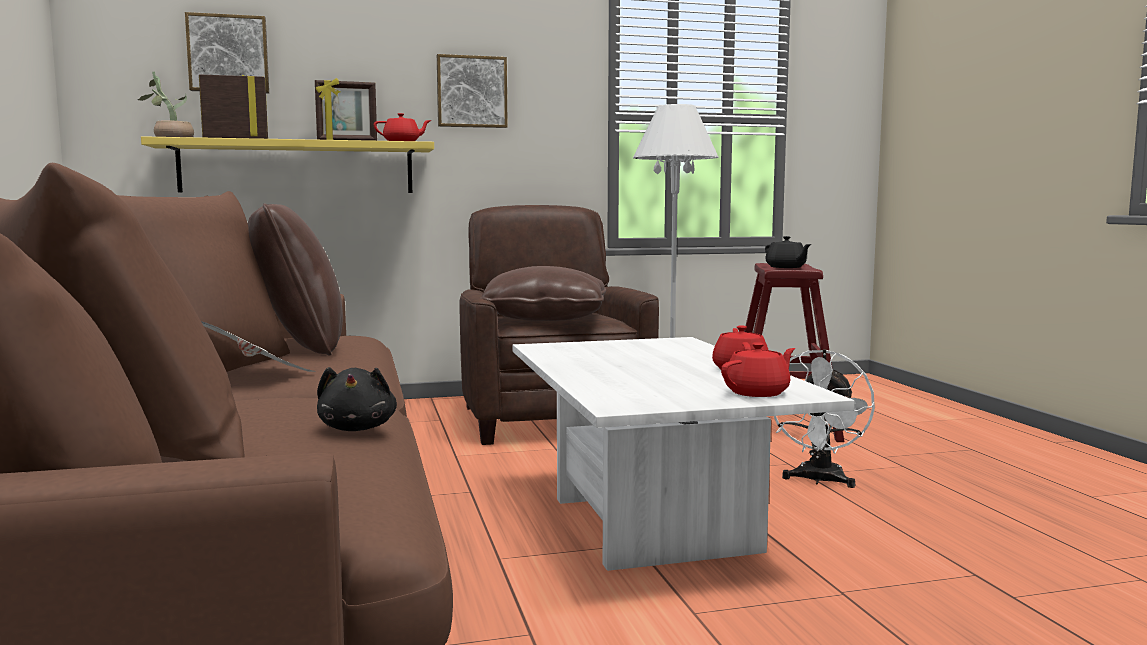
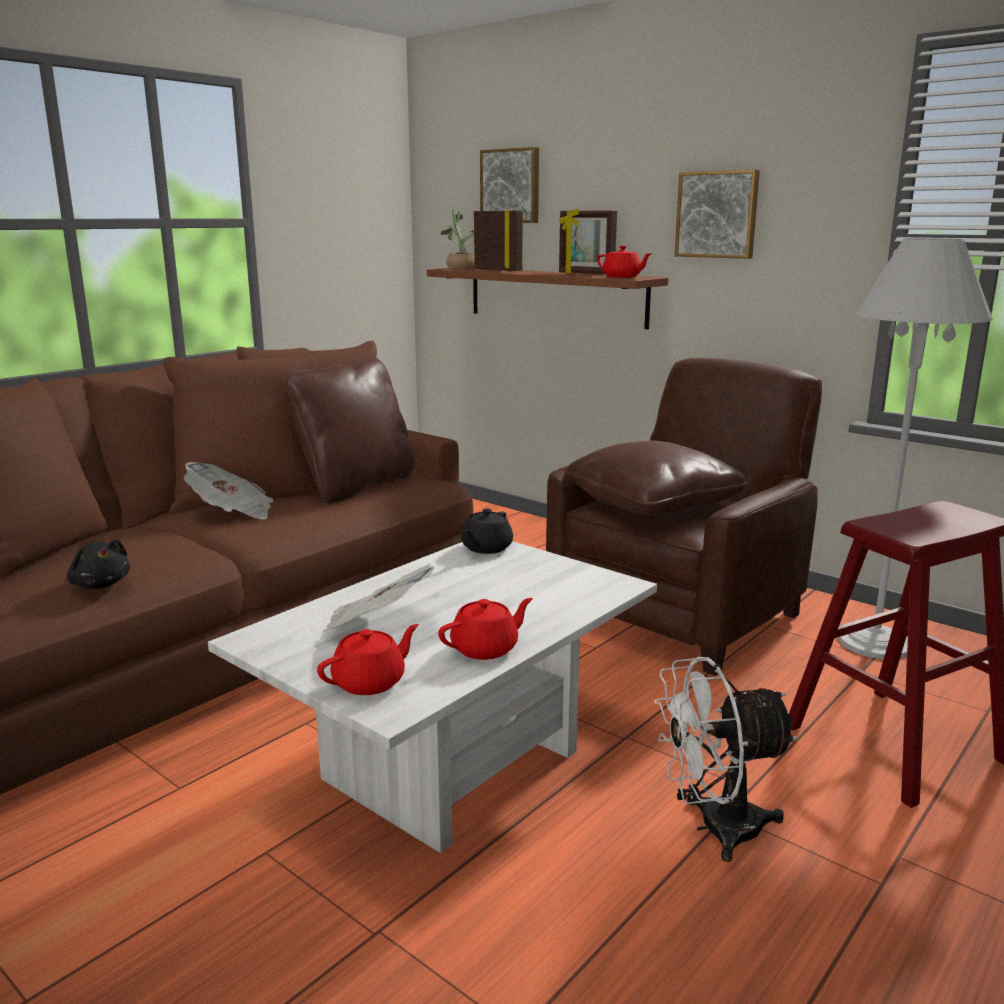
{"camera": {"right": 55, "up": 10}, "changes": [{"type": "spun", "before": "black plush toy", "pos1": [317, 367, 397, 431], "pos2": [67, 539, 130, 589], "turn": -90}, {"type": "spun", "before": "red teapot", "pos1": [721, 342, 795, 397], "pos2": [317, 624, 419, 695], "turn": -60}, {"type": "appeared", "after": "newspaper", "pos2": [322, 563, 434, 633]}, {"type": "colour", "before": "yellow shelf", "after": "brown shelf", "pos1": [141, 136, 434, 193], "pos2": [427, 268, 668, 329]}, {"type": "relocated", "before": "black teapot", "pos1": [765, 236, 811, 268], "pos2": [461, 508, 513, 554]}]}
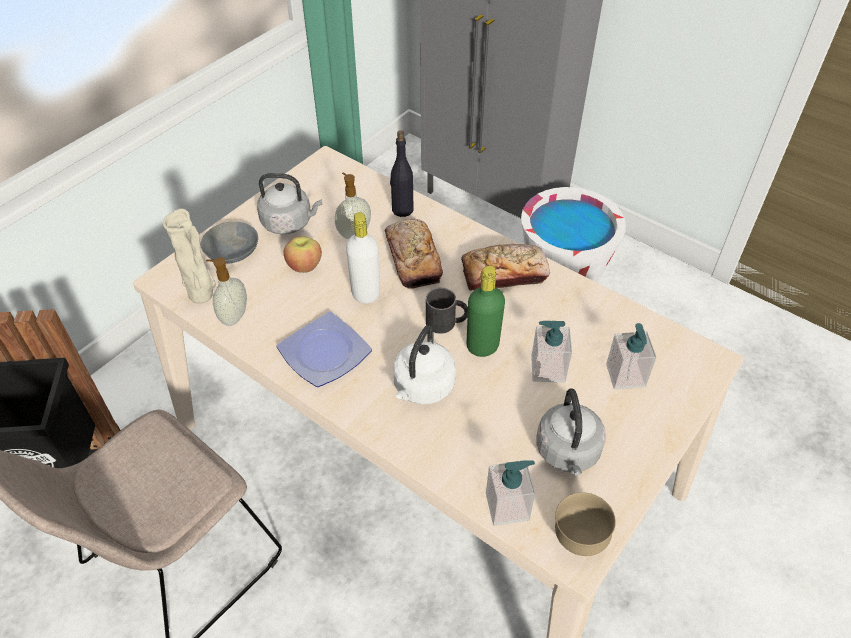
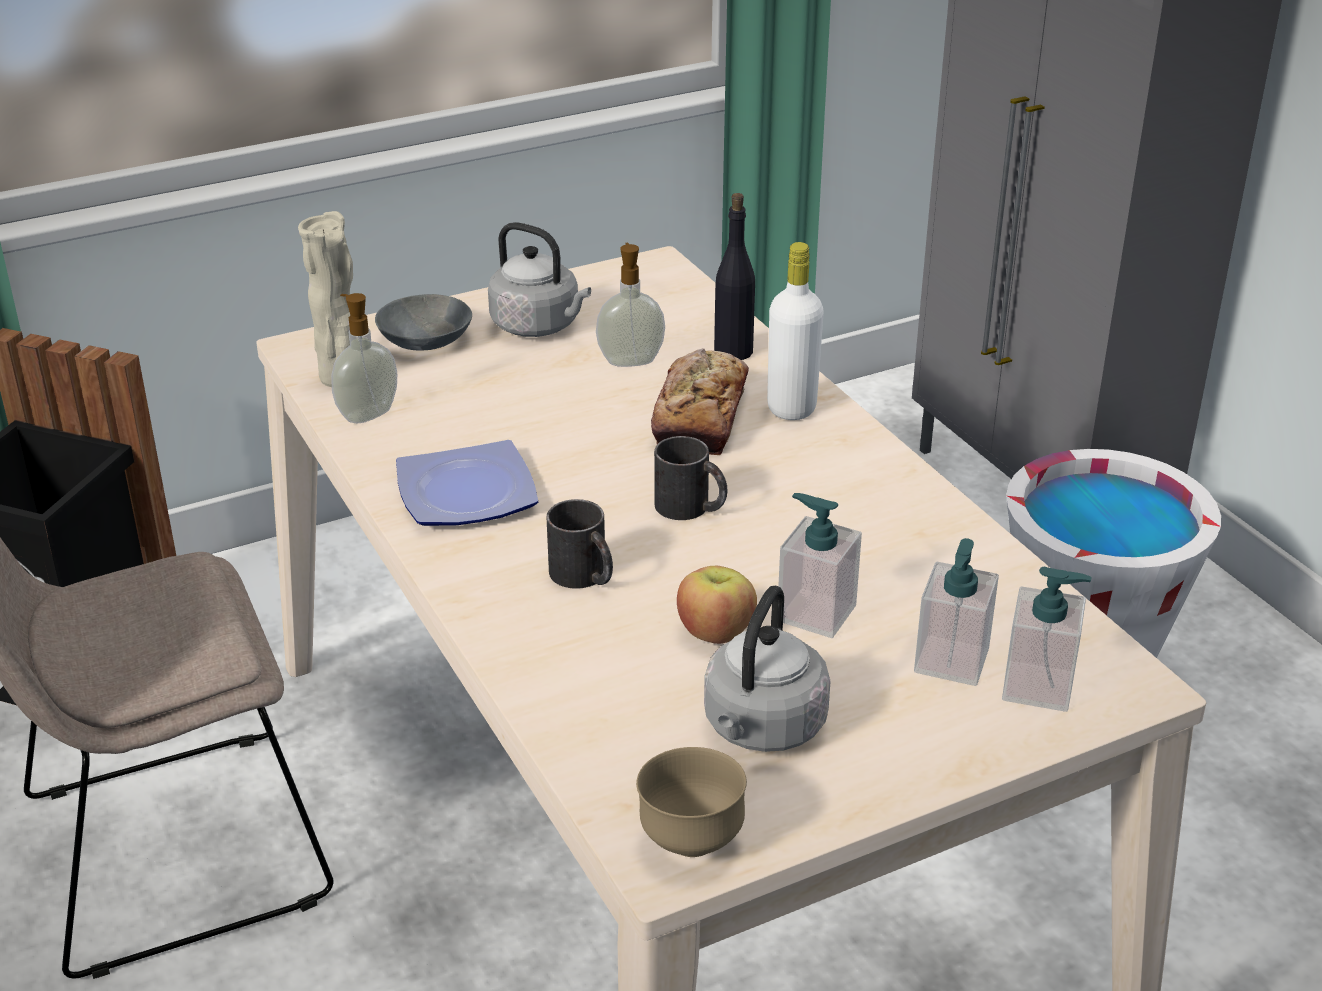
{"camera": {"right": 25, "up": -15}, "changes": [{"type": "exchanged", "before": "white kettle", "after": "black mug", "pos1": [393, 325, 456, 404], "pos2": [546, 499, 613, 589]}, {"type": "relocated", "before": "apple", "pos1": [284, 236, 322, 273], "pos2": [677, 566, 757, 644]}, {"type": "relocated", "before": "white bottle", "pos1": [346, 212, 380, 304], "pos2": [767, 242, 824, 420]}, {"type": "relocated", "before": "soap dispenser", "pos1": [486, 460, 535, 526], "pos2": [1002, 567, 1092, 712]}, {"type": "missing", "before": "bread", "pos1": [461, 244, 550, 291]}, {"type": "missing", "before": "green bottle", "pos1": [466, 266, 505, 357]}]}
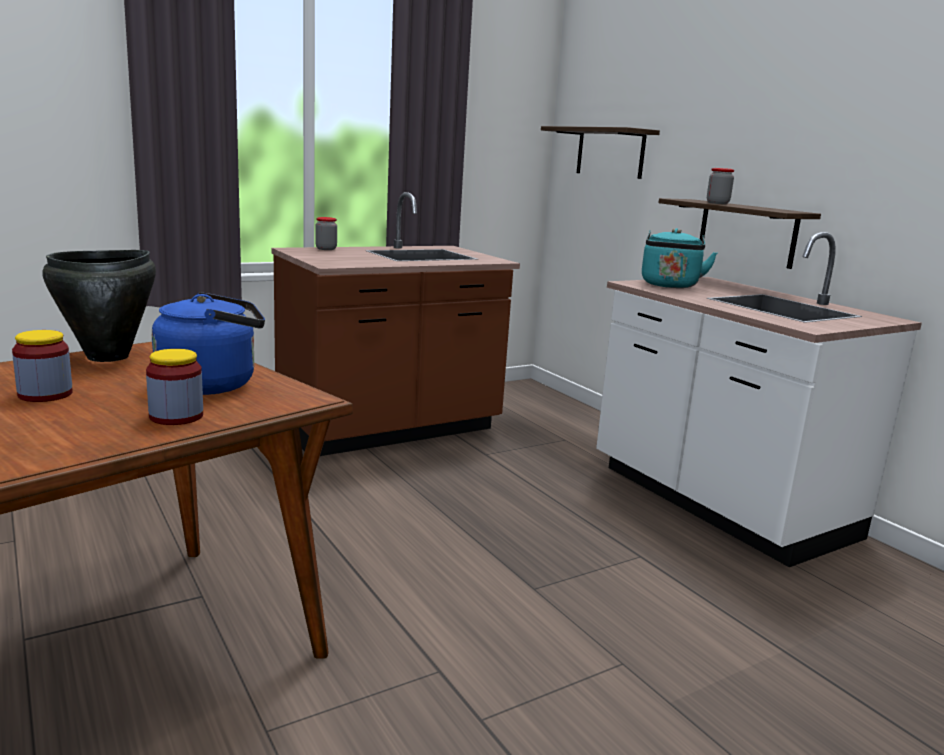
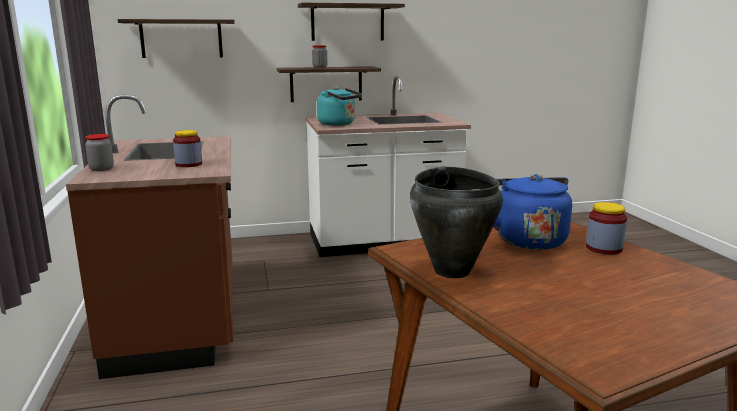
{"camera": {"right": -70, "up": 0}, "changes": [{"type": "relocated", "before": "jar", "pos1": [12, 330, 73, 402], "pos2": [173, 130, 202, 167]}, {"type": "appeared", "after": "shelf", "pos2": [298, 3, 405, 41]}]}
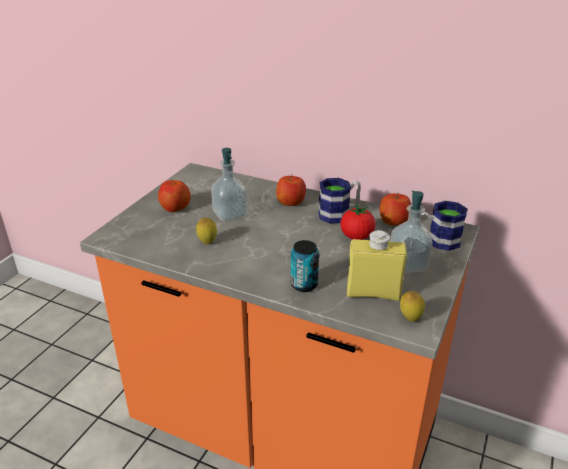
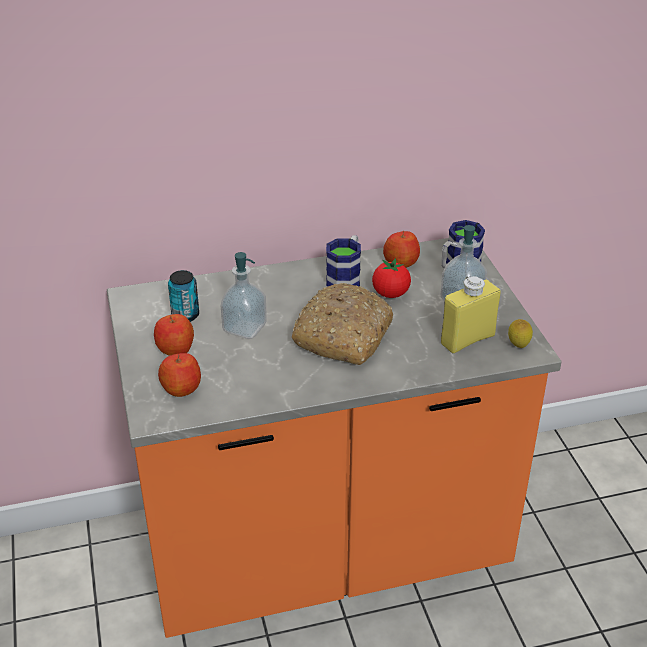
{"camera": {"right": -40, "up": 5}, "changes": [{"type": "relocated", "before": "apple", "pos1": [276, 176, 306, 206], "pos2": [158, 353, 201, 397]}, {"type": "relocated", "before": "can", "pos1": [291, 240, 319, 292], "pos2": [168, 270, 199, 322]}, {"type": "appeared", "after": "bread", "pos2": [292, 283, 393, 365]}, {"type": "missing", "before": "lemon", "pos1": [196, 217, 217, 245]}]}
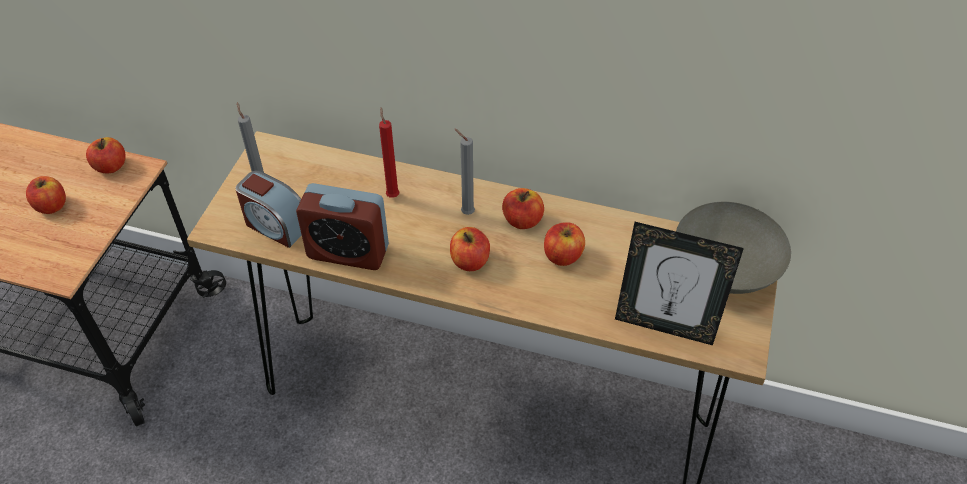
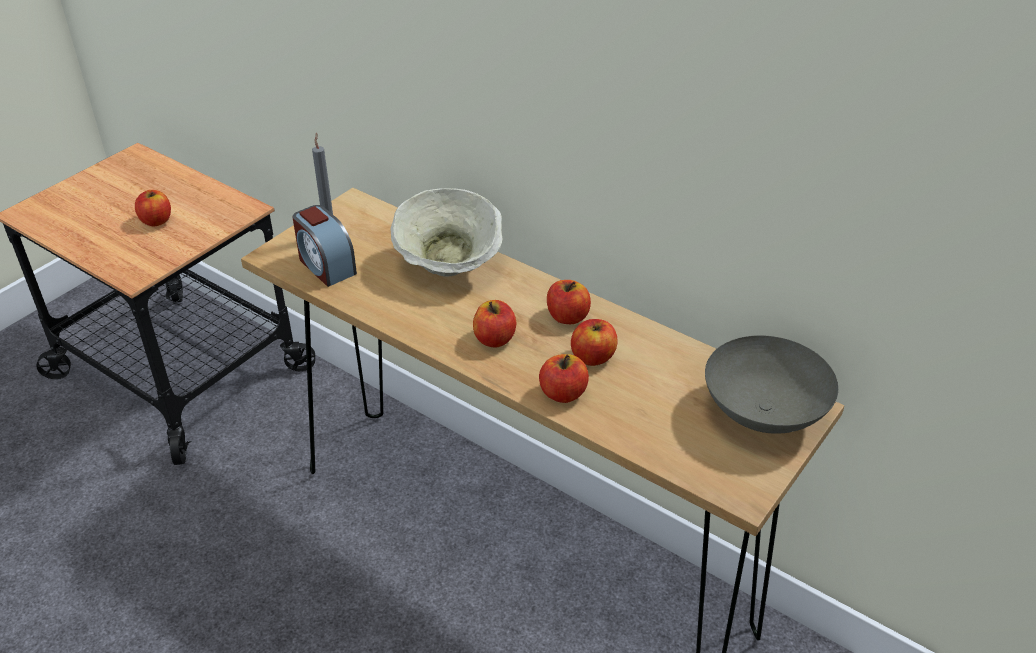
{"camera": {"right": 20, "up": -10}, "changes": [{"type": "exchanged", "before": "red candle", "after": "beige bowl", "pos1": [379, 107, 400, 198], "pos2": [391, 188, 502, 277]}, {"type": "relocated", "before": "apple", "pos1": [86, 137, 126, 174], "pos2": [539, 354, 589, 403]}, {"type": "missing", "before": "alarm clock", "pos1": [296, 183, 389, 270]}, {"type": "missing", "before": "grey candle", "pos1": [455, 129, 475, 215]}, {"type": "missing", "before": "picture frame", "pos1": [615, 222, 744, 345]}]}
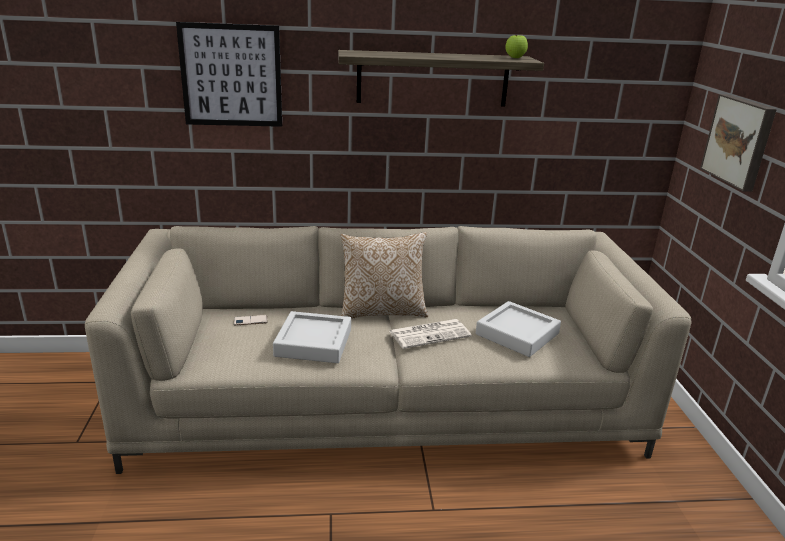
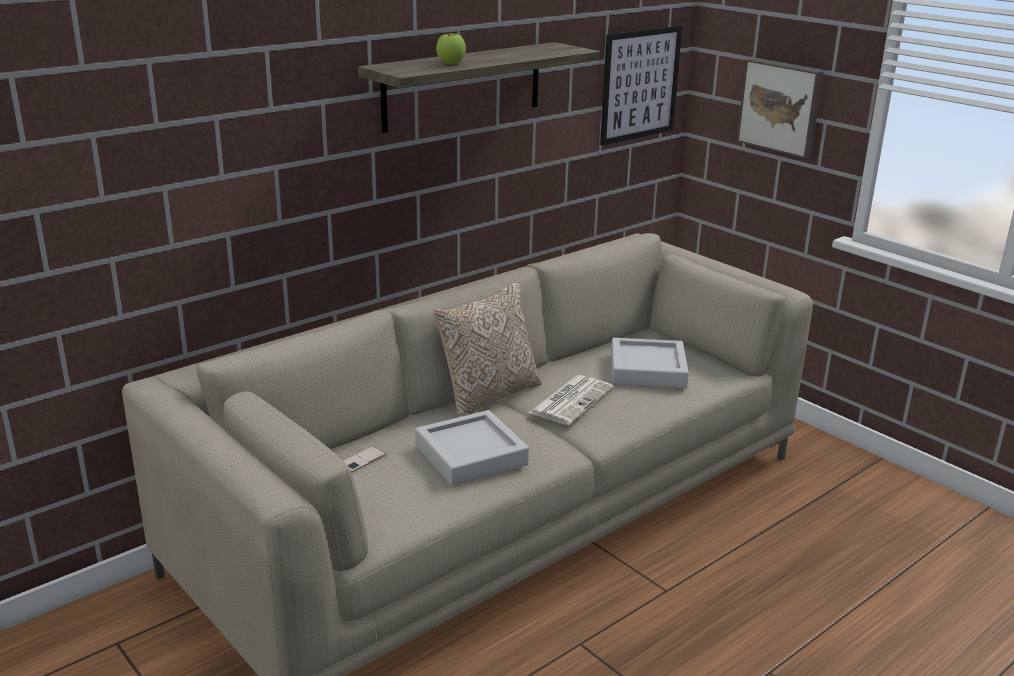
{"camera": {"right": -35, "up": 0}, "changes": [{"type": "relocated", "before": "apple", "pos1": [505, 35, 528, 58], "pos2": [436, 34, 466, 64]}, {"type": "relocated", "before": "picture", "pos1": [176, 22, 282, 127], "pos2": [600, 26, 682, 146]}]}
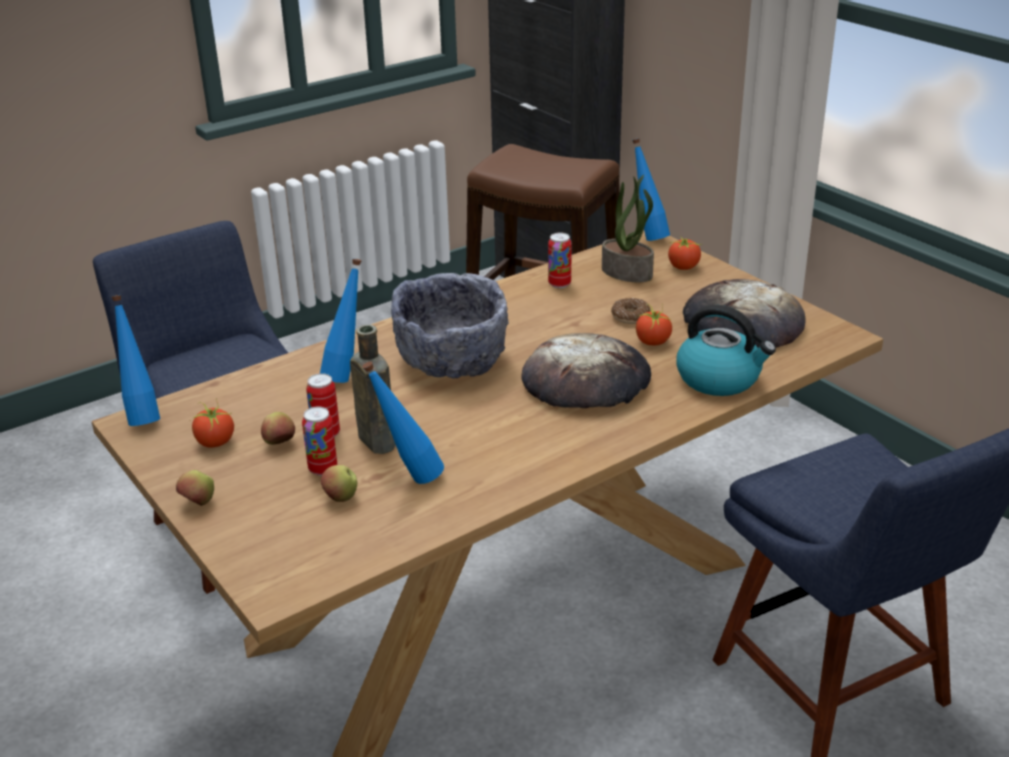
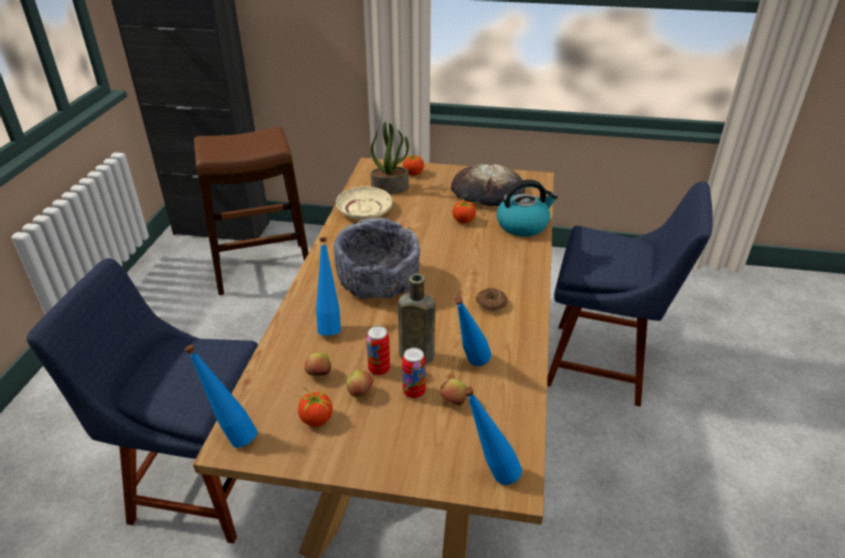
{"camera": {"right": -45, "up": 5}, "changes": [{"type": "relocated", "before": "apple", "pos1": [176, 470, 214, 506], "pos2": [305, 353, 331, 375]}, {"type": "exchanged", "before": "can", "after": "beige plate", "pos1": [548, 232, 572, 288], "pos2": [336, 186, 393, 220]}, {"type": "relocated", "before": "blue bottle", "pos1": [632, 138, 670, 241], "pos2": [464, 387, 522, 485]}, {"type": "relocated", "before": "donut", "pos1": [611, 298, 650, 324], "pos2": [476, 287, 508, 312]}, {"type": "missing", "before": "bread", "pos1": [521, 333, 651, 408]}]}
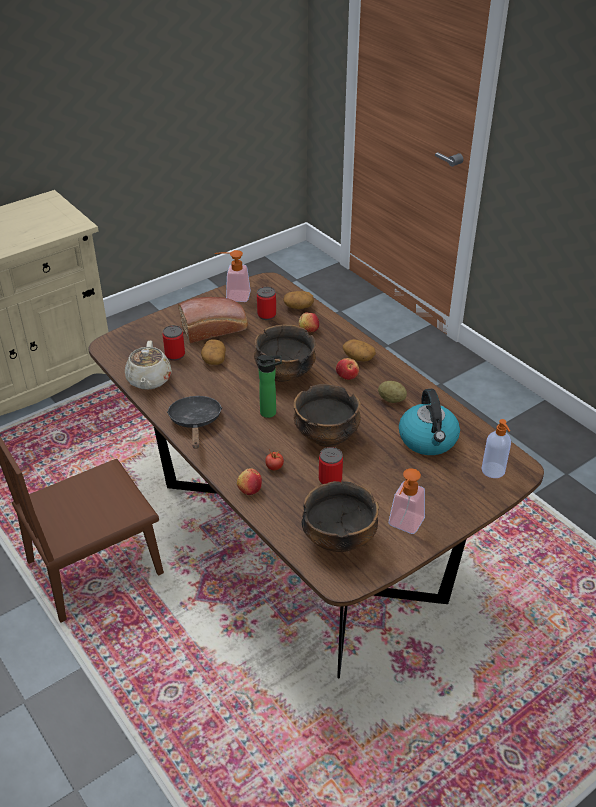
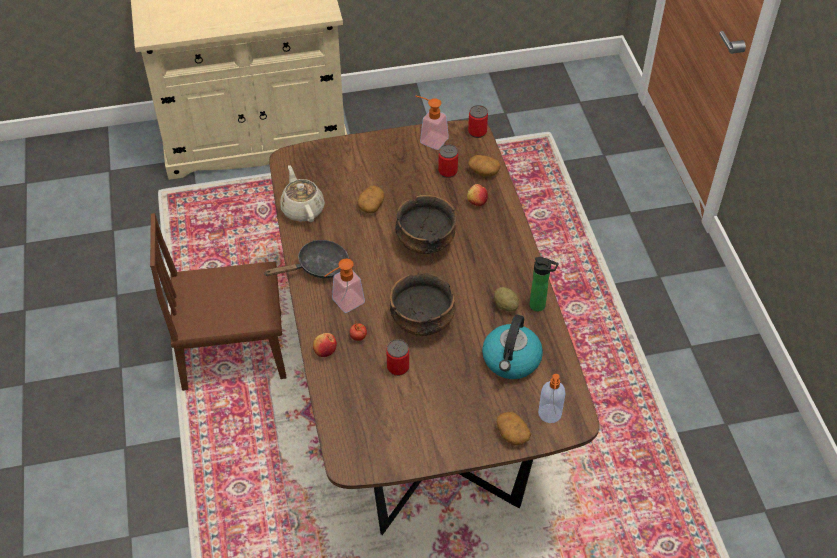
{"camera": {"right": 25, "up": 10}, "changes": [{"type": "spun", "before": "black frying pan", "pos1": [167, 396, 222, 449], "pos2": [265, 240, 349, 278], "turn": 45}, {"type": "spun", "before": "beige teapot", "pos1": [125, 341, 172, 390], "pos2": [280, 165, 325, 222], "turn": 135}, {"type": "relocated", "before": "soap dispenser", "pos1": [389, 468, 425, 534], "pos2": [325, 259, 365, 313]}, {"type": "relocated", "before": "can", "pos1": [163, 325, 185, 361], "pos2": [468, 105, 488, 138]}, {"type": "relocated", "before": "potato", "pos1": [343, 339, 376, 362], "pos2": [496, 412, 531, 446]}, {"type": "relocated", "before": "bottle", "pos1": [258, 355, 282, 418], "pos2": [529, 257, 558, 312]}, {"type": "missing", "before": "bread", "pos1": [178, 297, 248, 343]}, {"type": "missing", "before": "bowl", "pos1": [302, 481, 379, 552]}, {"type": "missing", "before": "apple", "pos1": [336, 358, 359, 380]}]}
